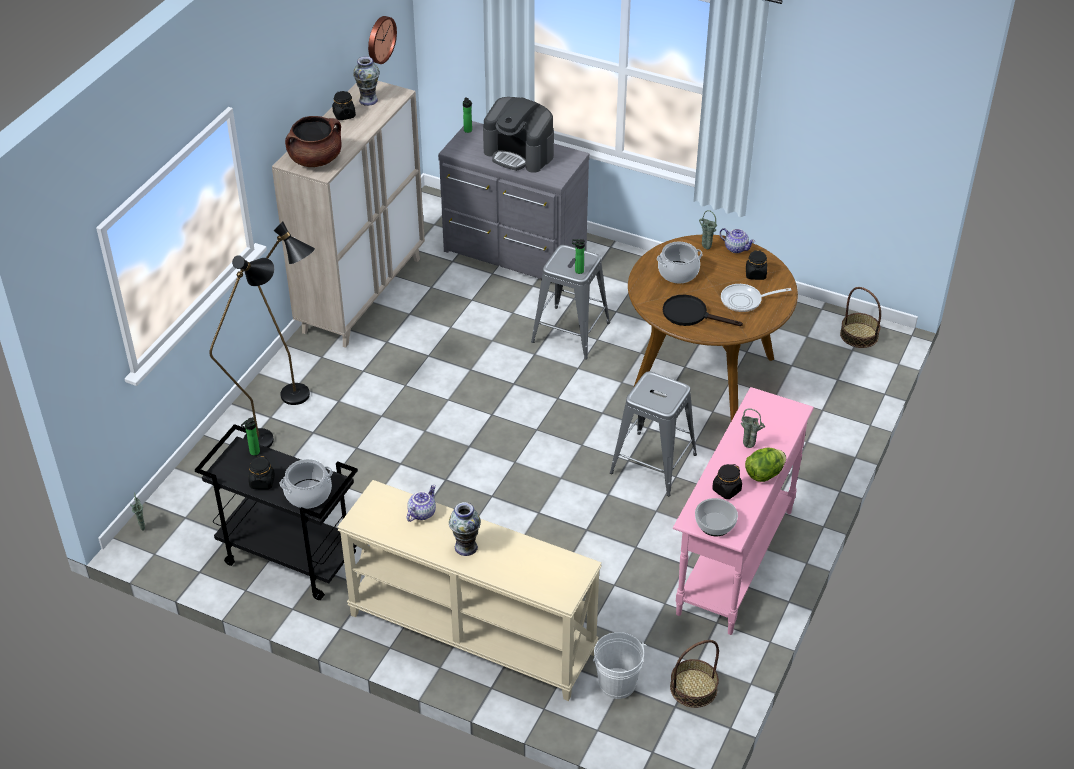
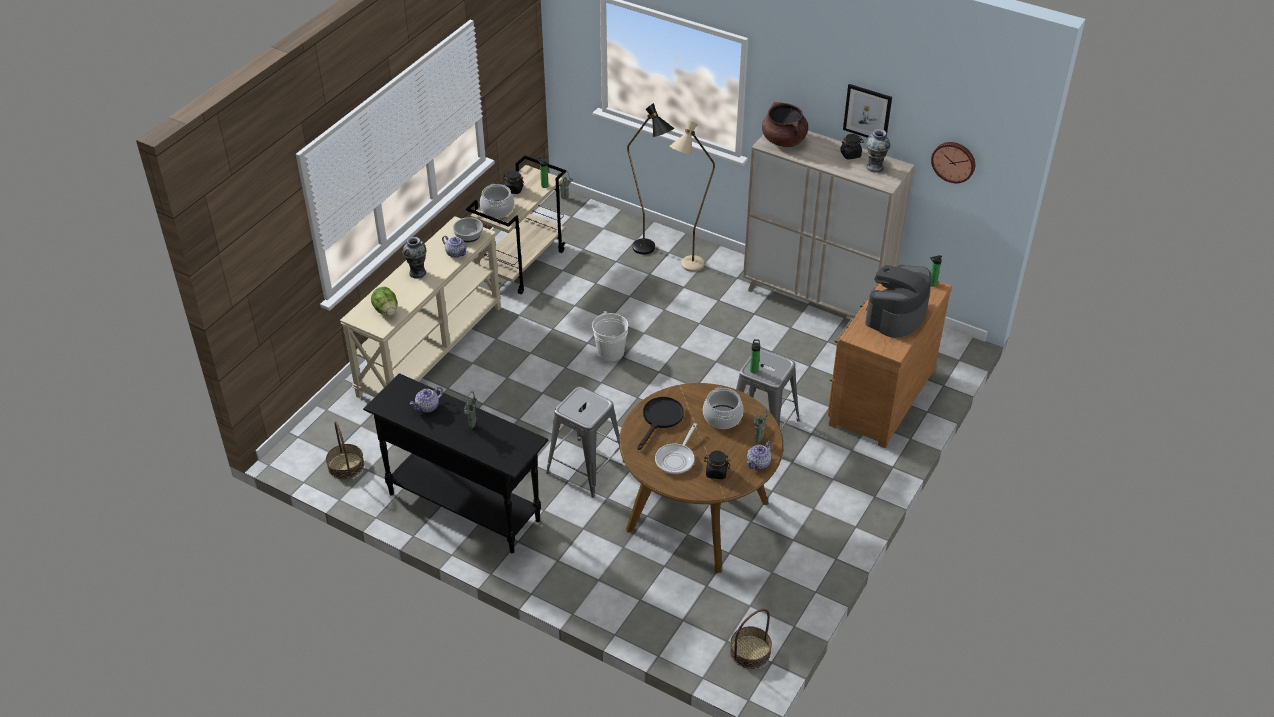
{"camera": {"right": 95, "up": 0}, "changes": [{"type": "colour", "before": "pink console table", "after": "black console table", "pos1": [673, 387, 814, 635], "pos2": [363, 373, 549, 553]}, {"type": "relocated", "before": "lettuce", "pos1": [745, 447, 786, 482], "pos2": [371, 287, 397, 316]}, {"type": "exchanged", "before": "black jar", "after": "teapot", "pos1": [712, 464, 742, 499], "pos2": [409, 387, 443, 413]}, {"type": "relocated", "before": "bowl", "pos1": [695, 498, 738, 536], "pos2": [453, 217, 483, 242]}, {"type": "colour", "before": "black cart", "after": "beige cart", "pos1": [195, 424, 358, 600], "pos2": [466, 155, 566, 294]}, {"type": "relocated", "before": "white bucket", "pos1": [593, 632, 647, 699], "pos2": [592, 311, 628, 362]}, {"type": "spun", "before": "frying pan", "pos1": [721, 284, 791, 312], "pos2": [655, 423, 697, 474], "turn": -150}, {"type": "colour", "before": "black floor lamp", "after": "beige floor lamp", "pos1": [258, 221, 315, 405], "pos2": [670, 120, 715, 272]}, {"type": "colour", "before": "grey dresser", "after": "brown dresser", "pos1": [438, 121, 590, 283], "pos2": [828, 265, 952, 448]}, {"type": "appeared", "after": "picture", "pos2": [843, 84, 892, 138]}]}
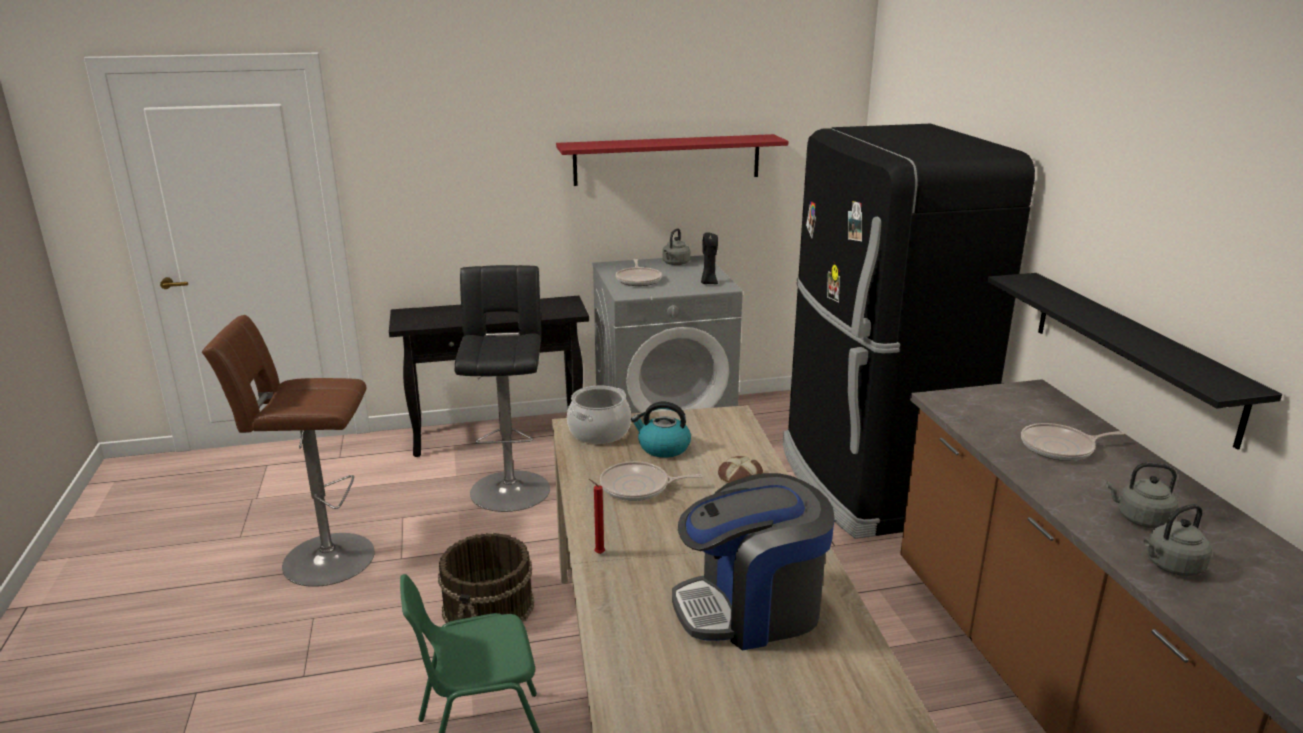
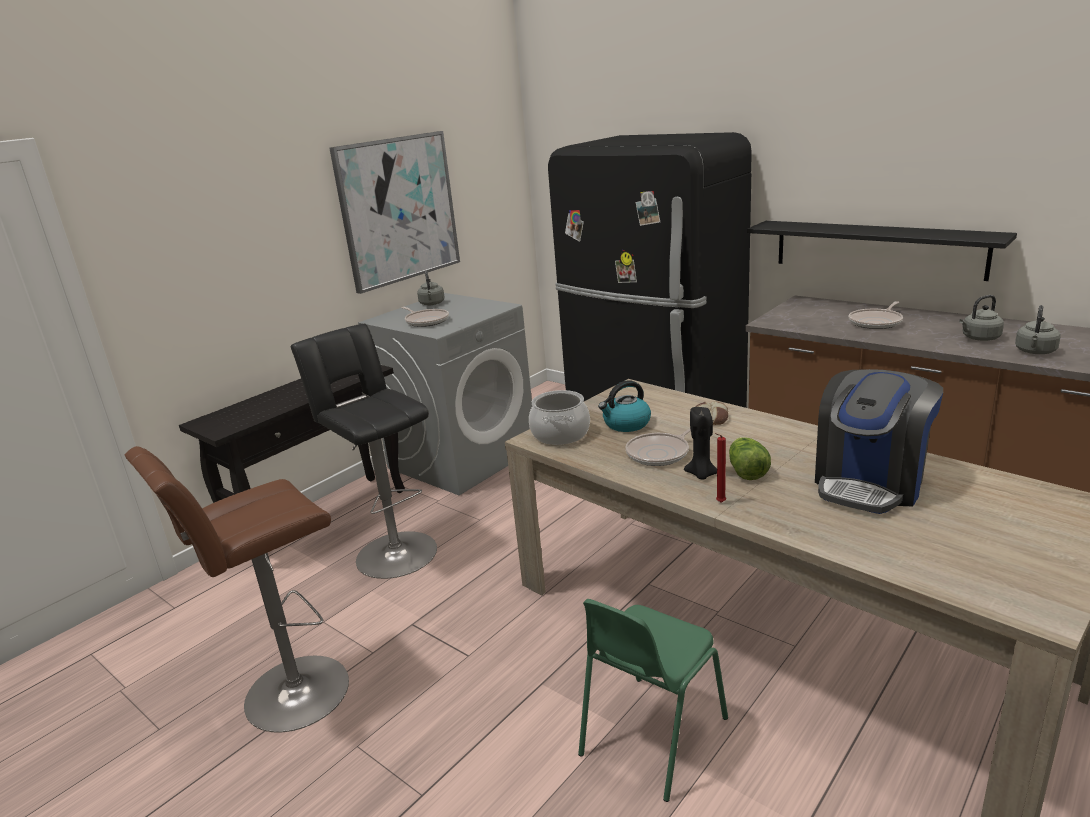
{"camera": {"right": -35, "up": 0}, "changes": [{"type": "exchanged", "before": "red shelf", "after": "picture", "pos1": [556, 134, 788, 186], "pos2": [329, 131, 460, 294]}, {"type": "relocated", "before": "black candle", "pos1": [701, 232, 718, 284], "pos2": [684, 407, 717, 480]}, {"type": "appeared", "after": "lettuce", "pos2": [729, 437, 771, 480]}, {"type": "missing", "before": "brown bucket", "pos1": [438, 533, 534, 623]}]}
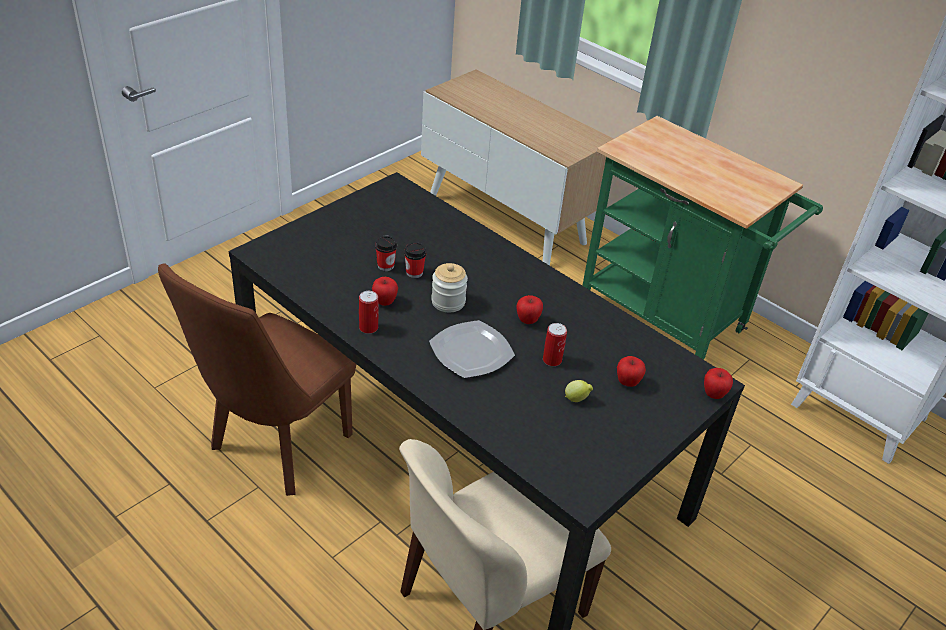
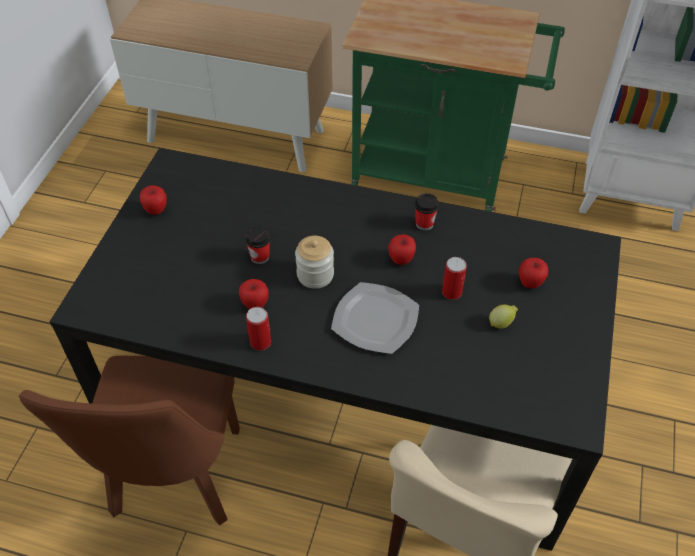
{"camera": {"right": -25, "up": 10}, "changes": [{"type": "relocated", "before": "apple", "pos1": [704, 368, 733, 399], "pos2": [140, 185, 167, 215]}, {"type": "relocated", "before": "cup", "pos1": [375, 236, 397, 271], "pos2": [415, 193, 439, 231]}]}
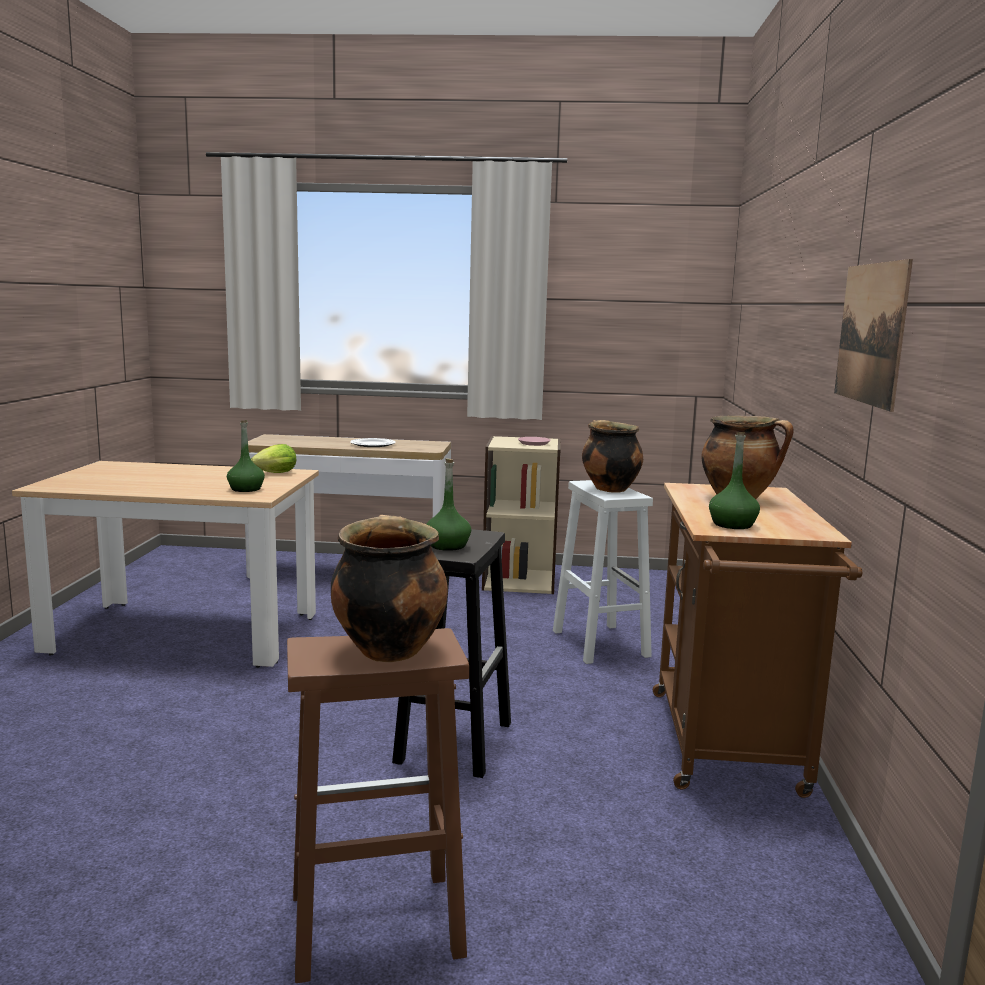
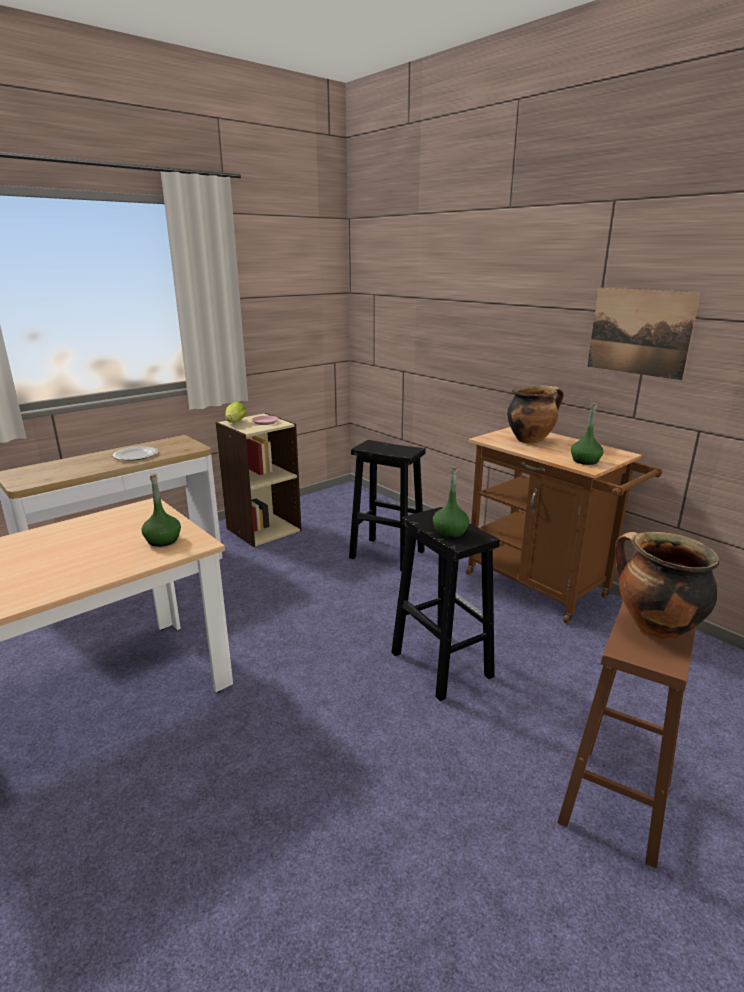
{"camera": {"right": -45, "up": 10}, "changes": [{"type": "relocated", "before": "lettuce", "pos1": [251, 444, 296, 473], "pos2": [225, 401, 246, 423]}, {"type": "colour", "before": "white stool", "after": "black stool", "pos1": [553, 480, 653, 664], "pos2": [349, 440, 426, 571]}, {"type": "missing", "before": "cooking pot", "pos1": [582, 420, 643, 493]}]}
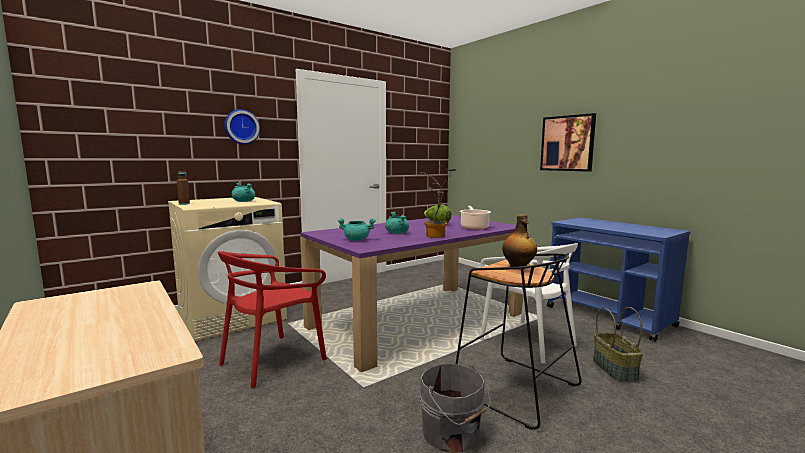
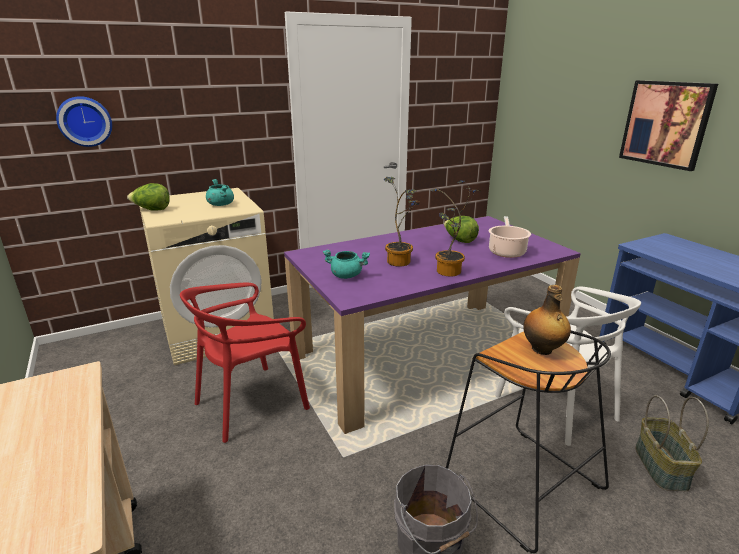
{"camera": {"right": 10, "up": 15}, "changes": [{"type": "relocated", "before": "wall clock", "pos1": [224, 109, 260, 145], "pos2": [56, 96, 112, 147]}, {"type": "exchanged", "before": "brown bottle", "after": "lettuce", "pos1": [177, 171, 190, 205], "pos2": [127, 183, 170, 211]}, {"type": "exchanged", "before": "turquoise cooking pot", "after": "potted plant", "pos1": [385, 212, 409, 234], "pos2": [384, 176, 419, 267]}]}
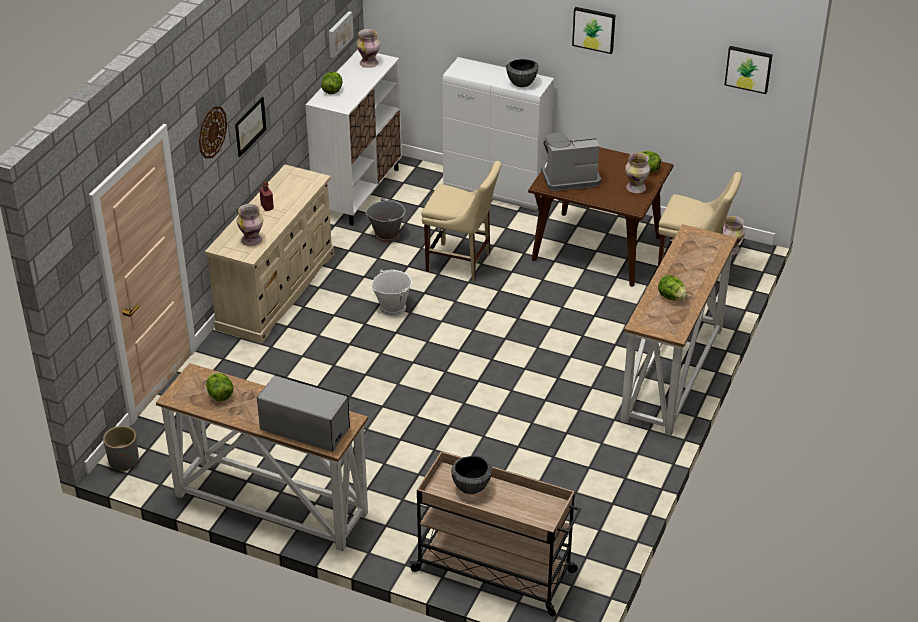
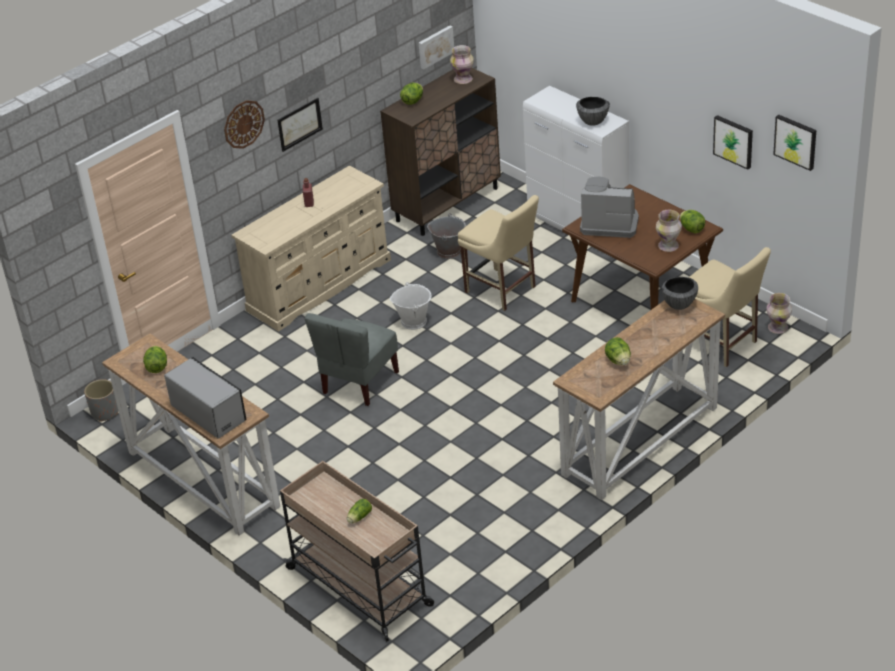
{"camera": {"right": 25, "up": 0}, "changes": [{"type": "appeared", "after": "grey chair", "pos2": [305, 313, 399, 406]}, {"type": "appeared", "after": "lettuce", "pos2": [347, 499, 372, 524]}, {"type": "colour", "before": "white cabinet", "after": "brown cabinet", "pos1": [305, 50, 402, 226], "pos2": [380, 68, 501, 236]}, {"type": "relocated", "before": "bowl", "pos1": [451, 456, 492, 494], "pos2": [661, 277, 698, 310]}, {"type": "relocated", "before": "picture", "pos1": [572, 7, 615, 54], "pos2": [713, 115, 753, 170]}, {"type": "missing", "before": "vase", "pos1": [237, 204, 263, 246]}]}
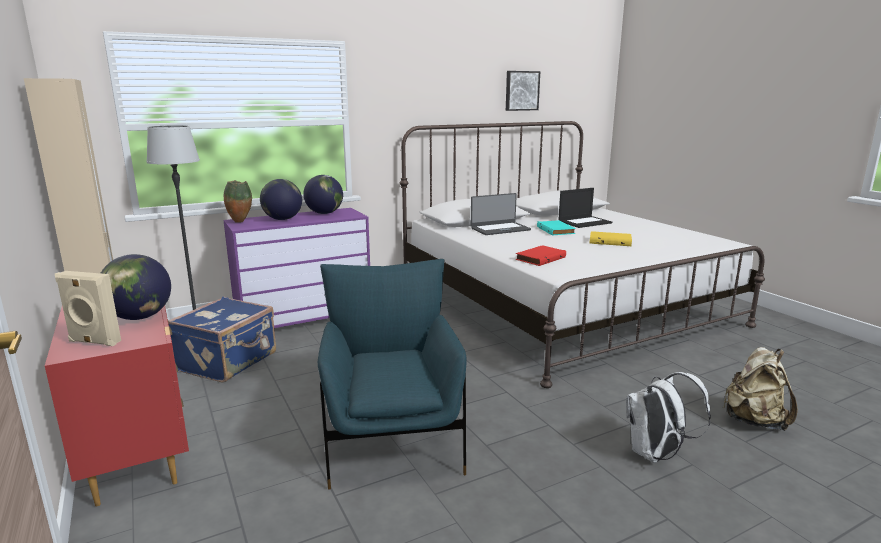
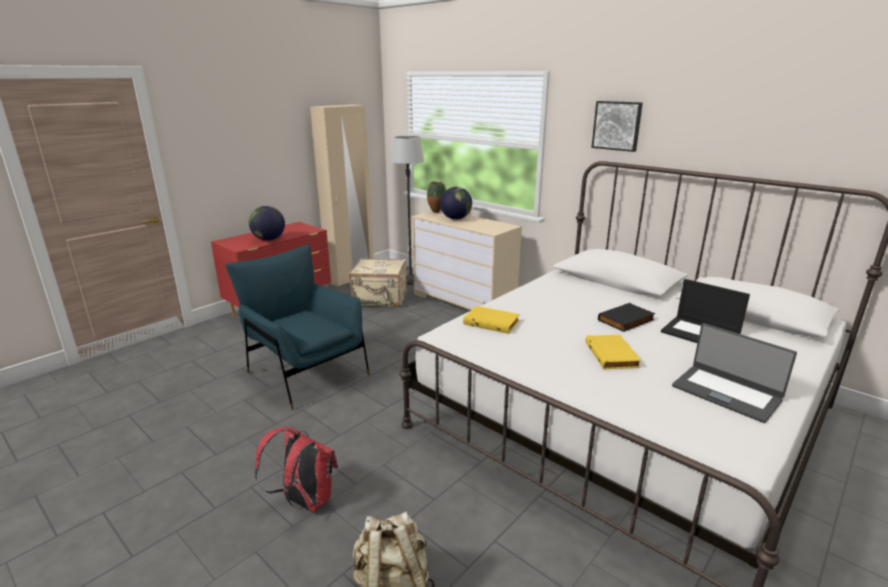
{"camera": {"right": 70, "up": 5}, "changes": [{"type": "spun", "before": "blue armchair", "pos1": [318, 259, 467, 490], "pos2": [225, 244, 370, 410], "turn": -105}, {"type": "colour", "before": "white backpack", "after": "red backpack", "pos1": [626, 372, 711, 463], "pos2": [255, 426, 338, 512]}, {"type": "colour", "before": "blue suitcase", "after": "beige suitcase", "pos1": [168, 297, 276, 383], "pos2": [349, 258, 407, 307]}, {"type": "colour", "before": "purple dresser", "after": "beige dresser", "pos1": [223, 208, 370, 328], "pos2": [412, 210, 522, 310]}, {"type": "colour", "before": "red book", "after": "yellow book", "pos1": [515, 245, 566, 266], "pos2": [463, 306, 520, 334]}, {"type": "relocated", "before": "picture", "pos1": [506, 71, 540, 111], "pos2": [591, 101, 643, 152]}, {"type": "colour", "before": "turquoise book", "after": "black book", "pos1": [537, 220, 576, 236], "pos2": [598, 303, 655, 332]}, {"type": "relocated", "before": "laptop", "pos1": [471, 193, 531, 235], "pos2": [672, 323, 797, 423]}, {"type": "missing", "before": "beige speaker", "pos1": [55, 271, 121, 346]}, {"type": "missing", "before": "globe", "pos1": [303, 175, 343, 214]}]}
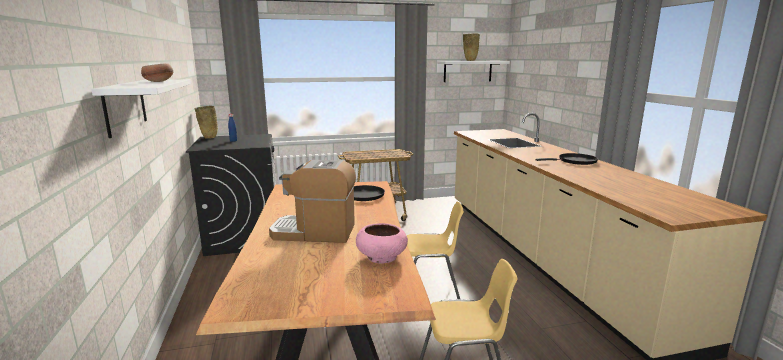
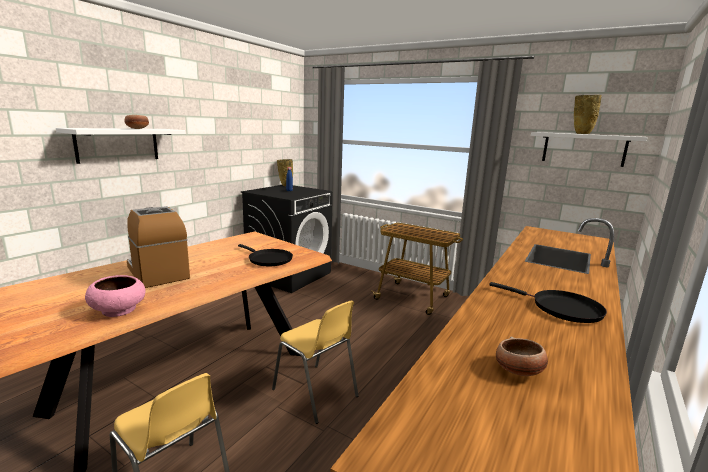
{"camera": {"right": 45, "up": 0}, "changes": [{"type": "appeared", "after": "bowl", "pos2": [496, 337, 548, 376]}]}
